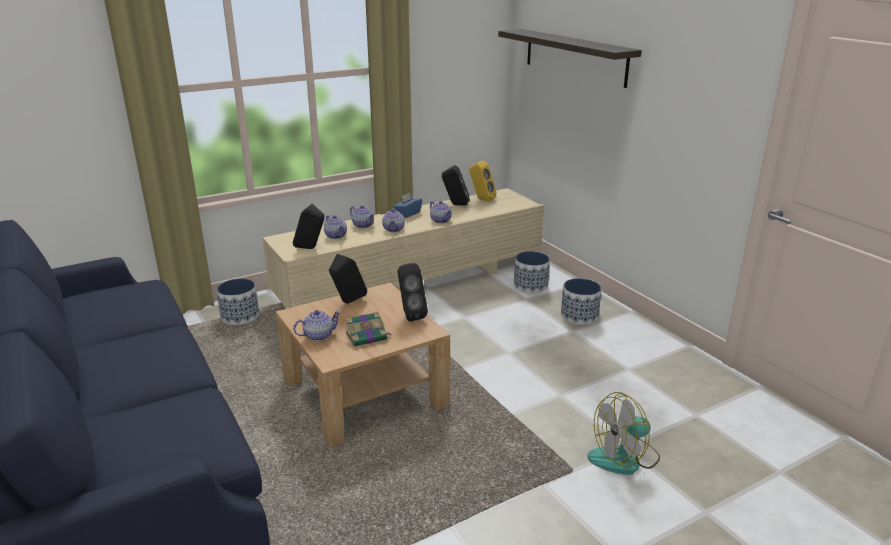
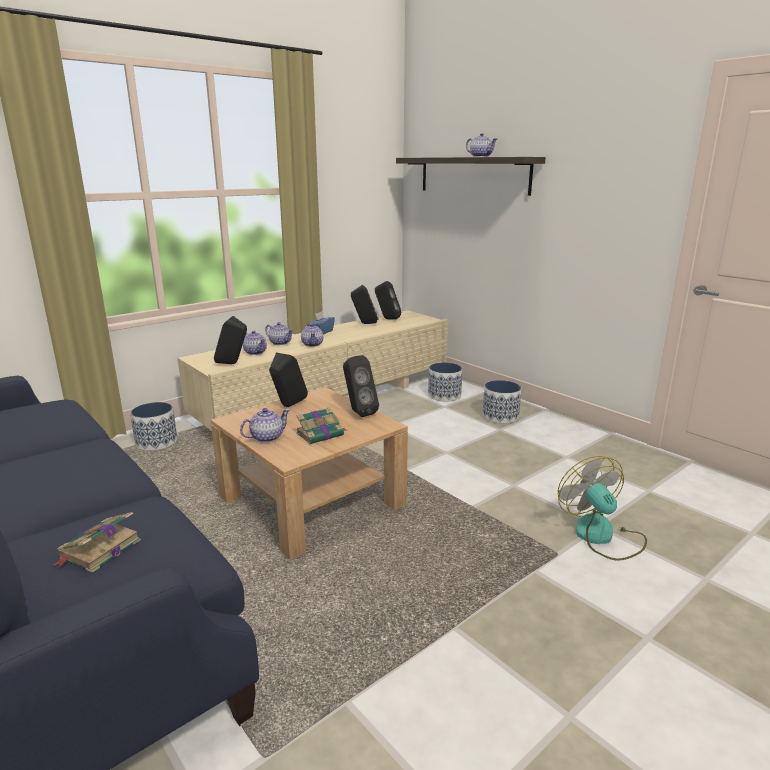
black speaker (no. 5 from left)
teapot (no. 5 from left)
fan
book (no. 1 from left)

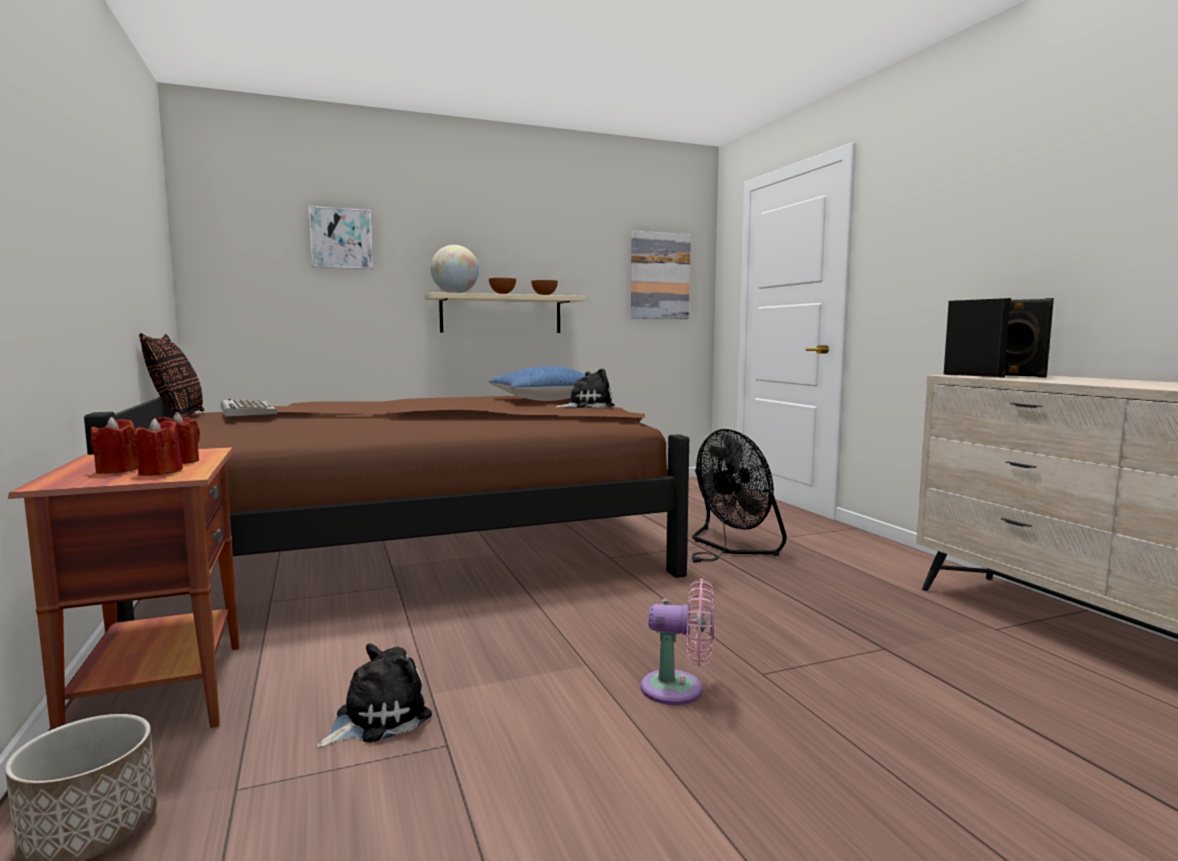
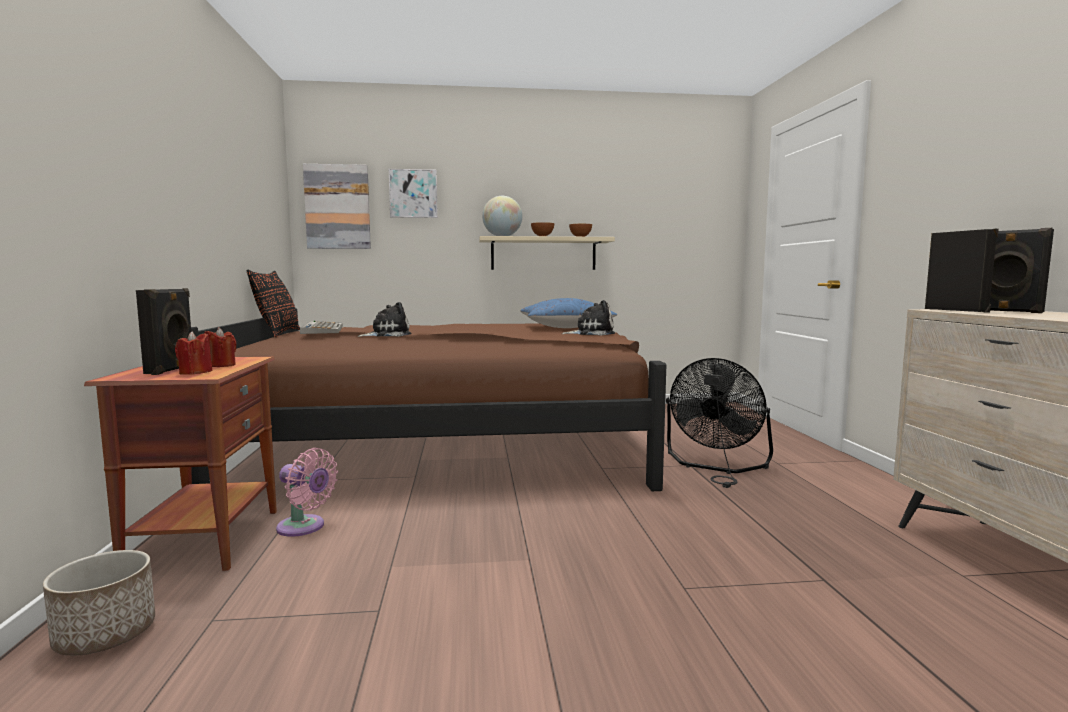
picture (no. 1 from left)
black speaker (no. 1 from left)
black fan
pink fan
plush toy (no. 1 from left)

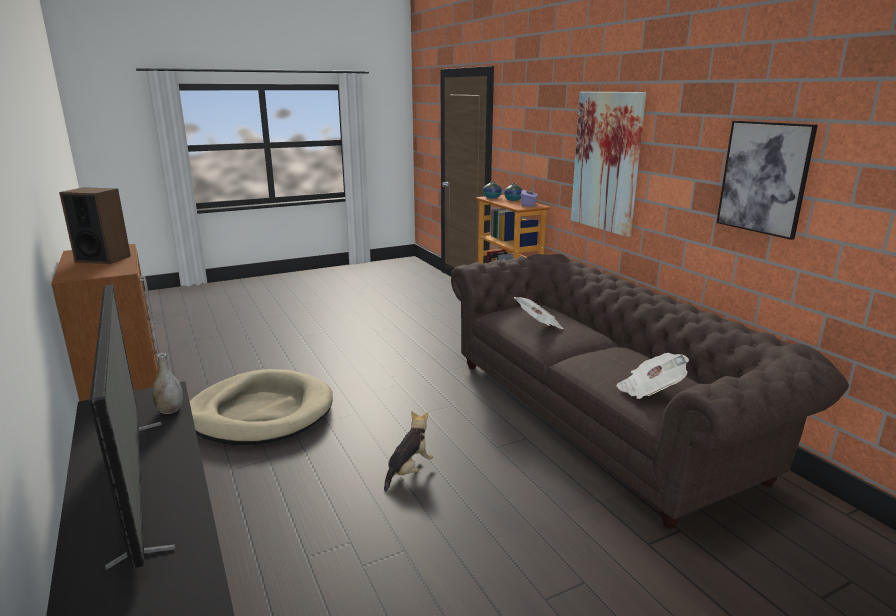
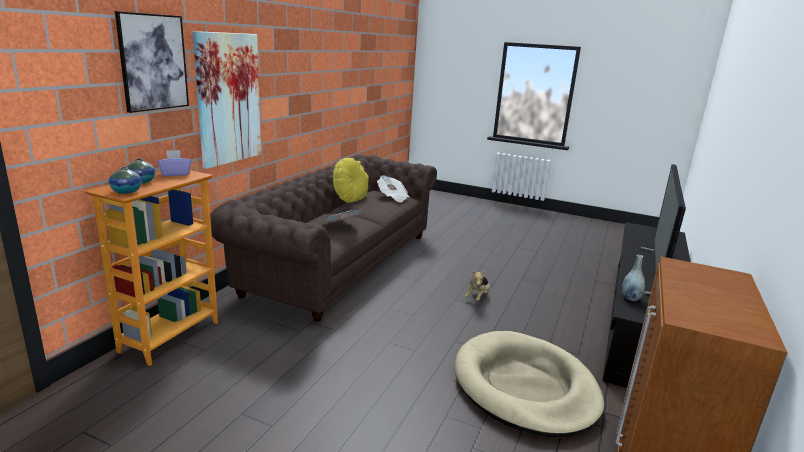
picture (no. 1 from left)
speaker
plush toy
yellow pillow

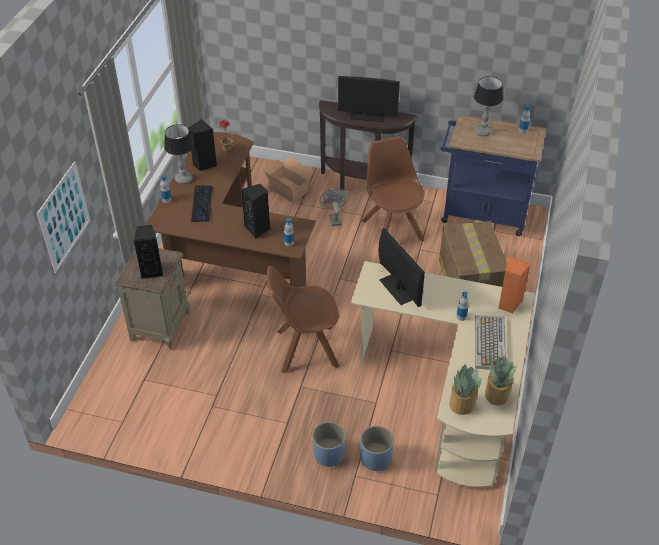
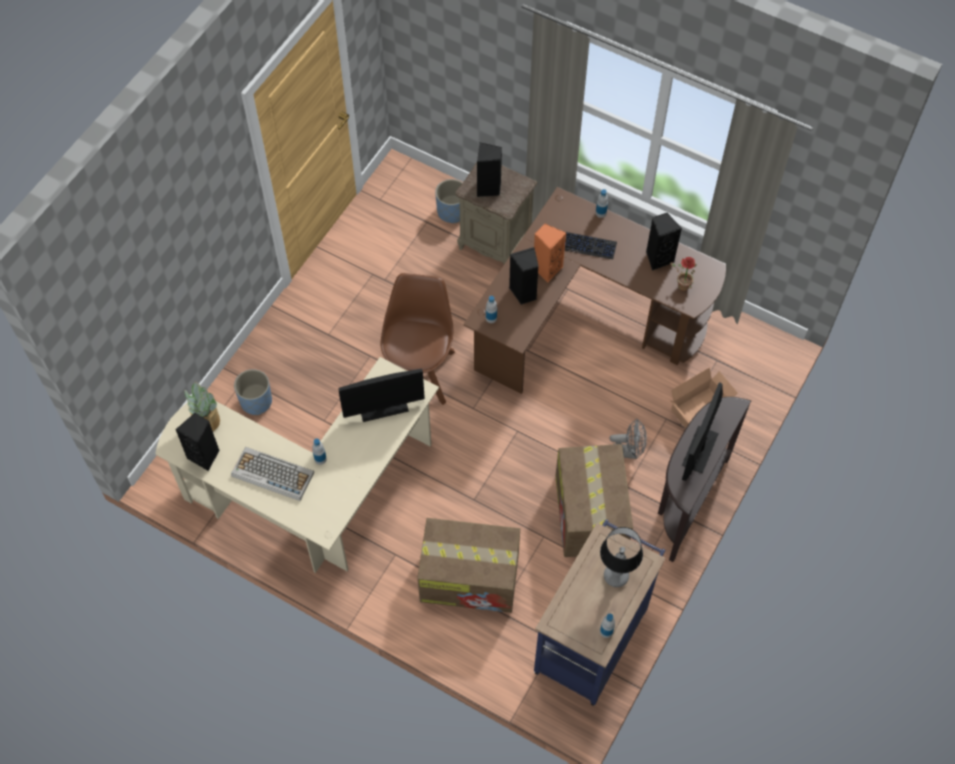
table lamp (no. 1 from left in the first image)
cardboard box (no. 2 from left)
picture
orange speaker
black speaker (no. 1 from left)
blue planter (no. 2 from left)

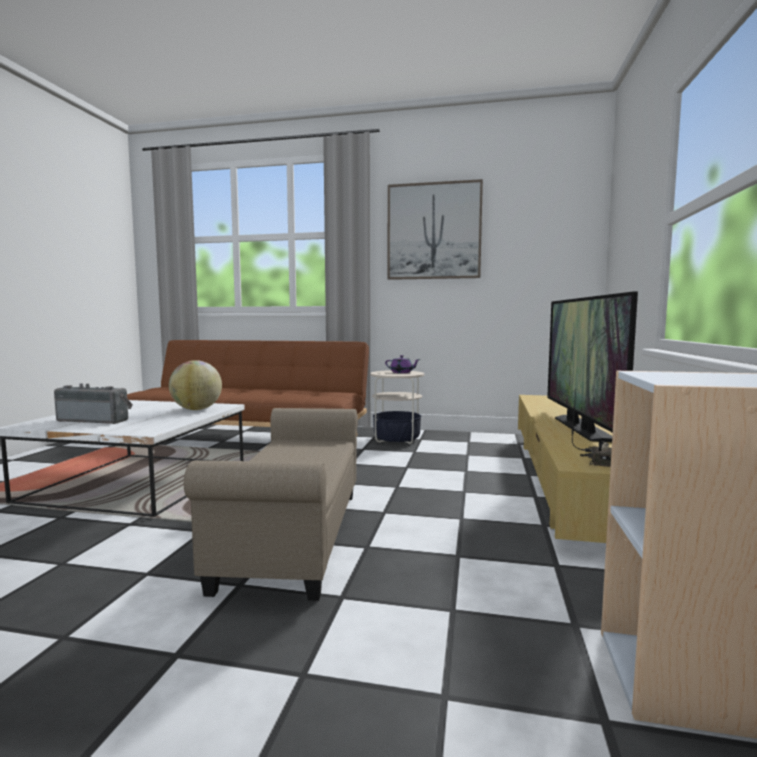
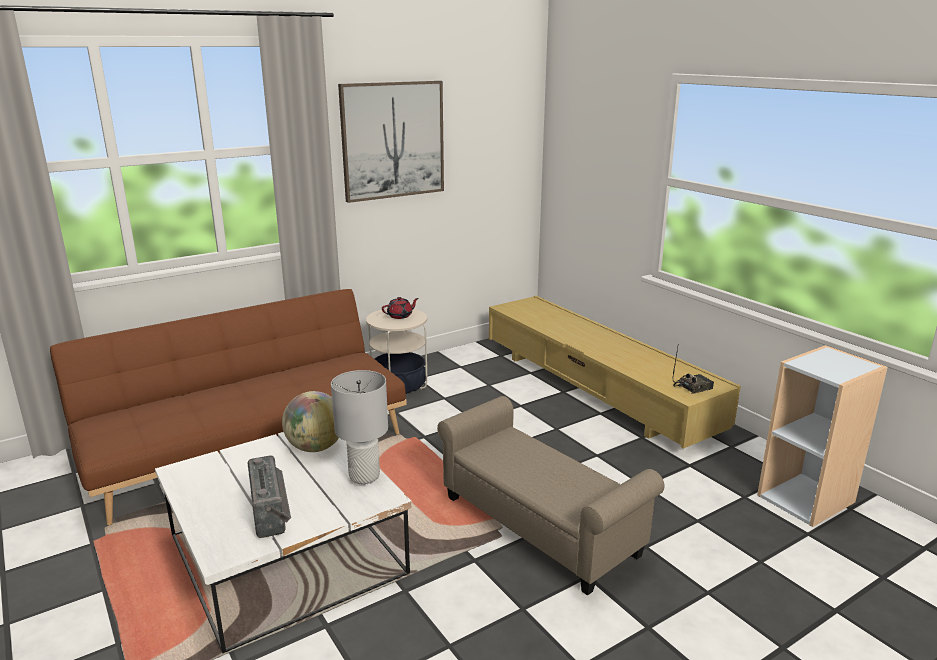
television
red teapot
radio (no. 1 from left)
grey table lamp

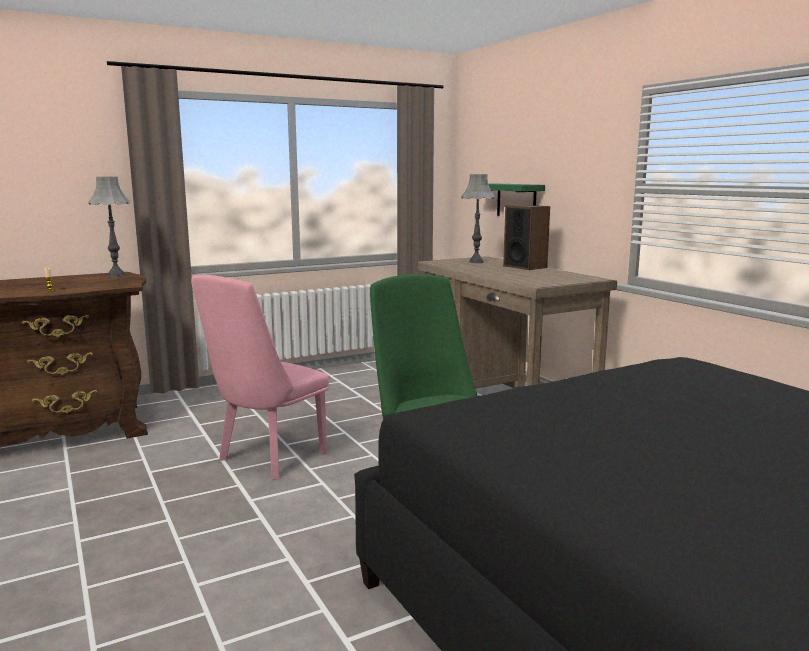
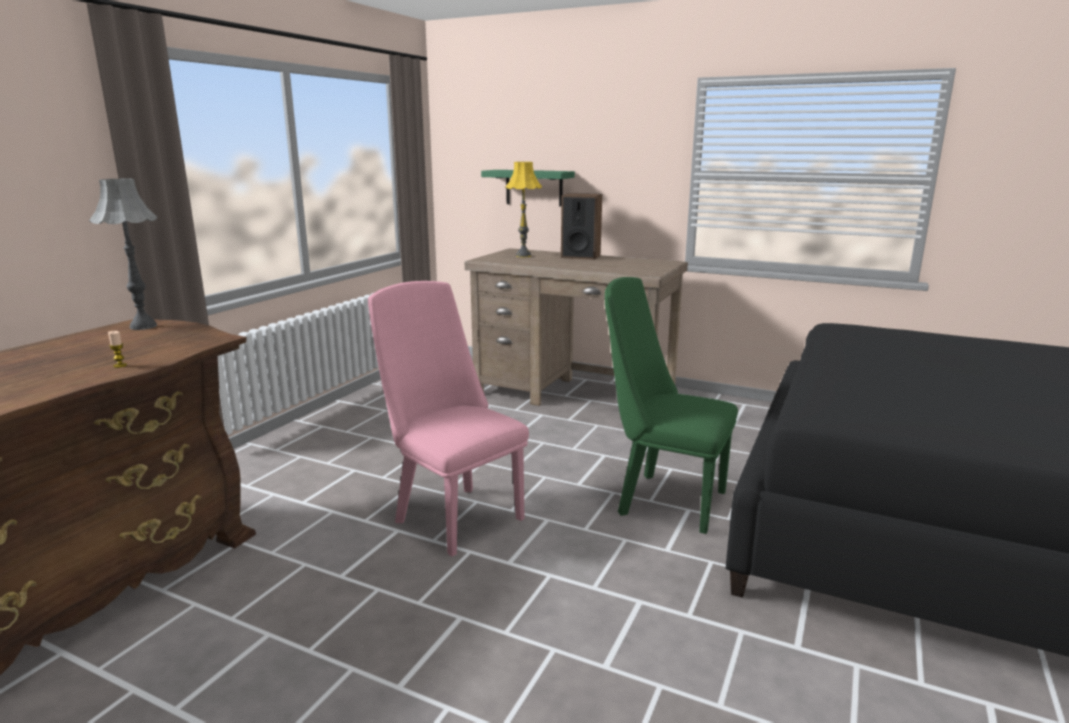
yellow table lamp
pink chair

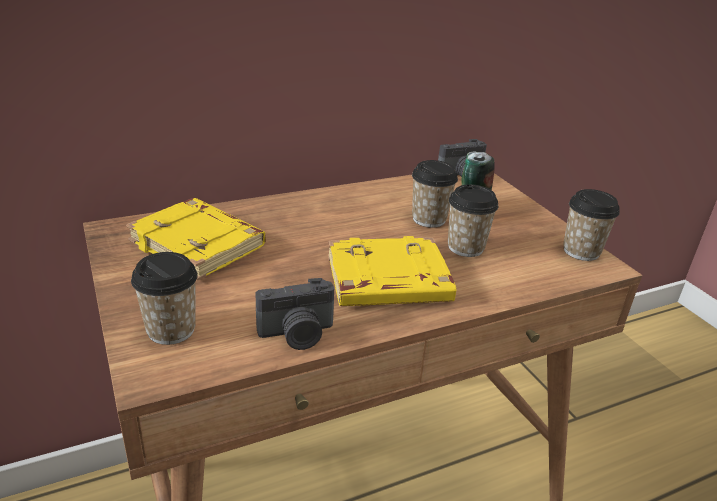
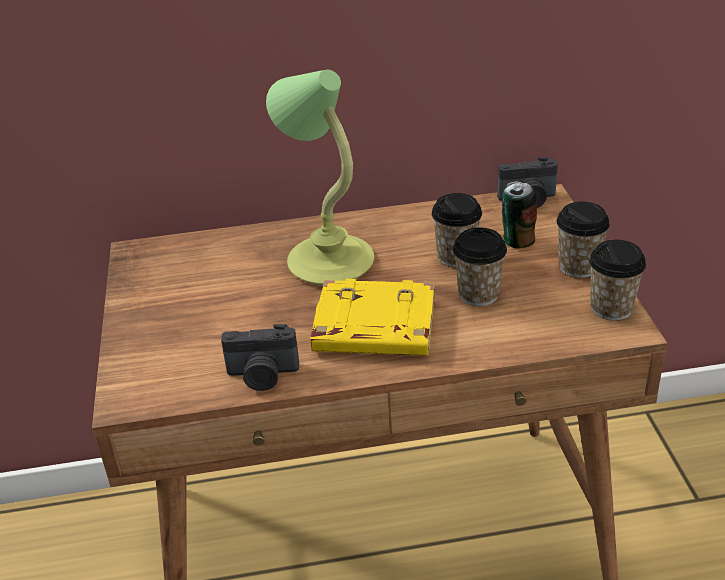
yellow book (no. 1 from left in the first image)
cup (no. 3 from left)
table lamp

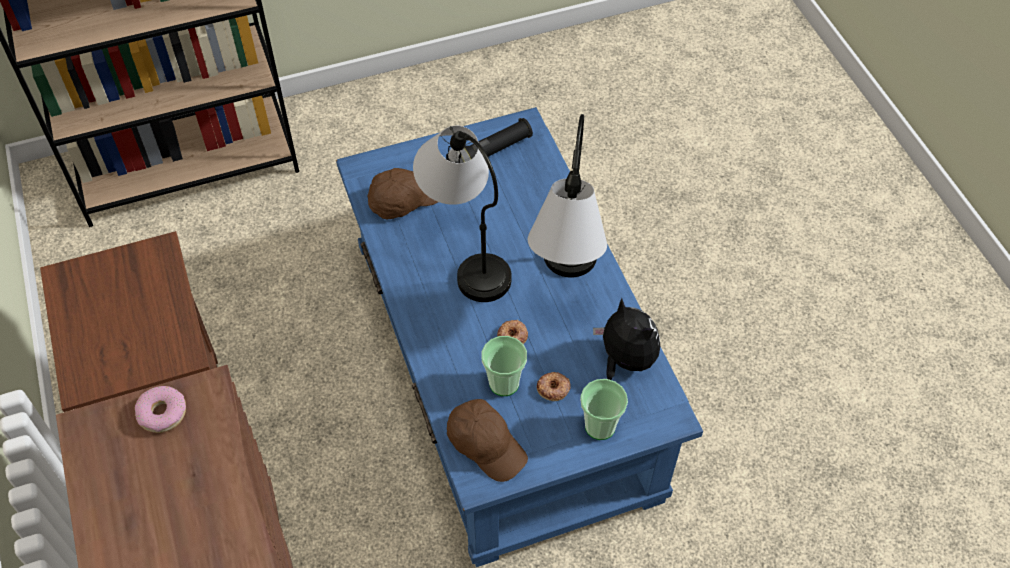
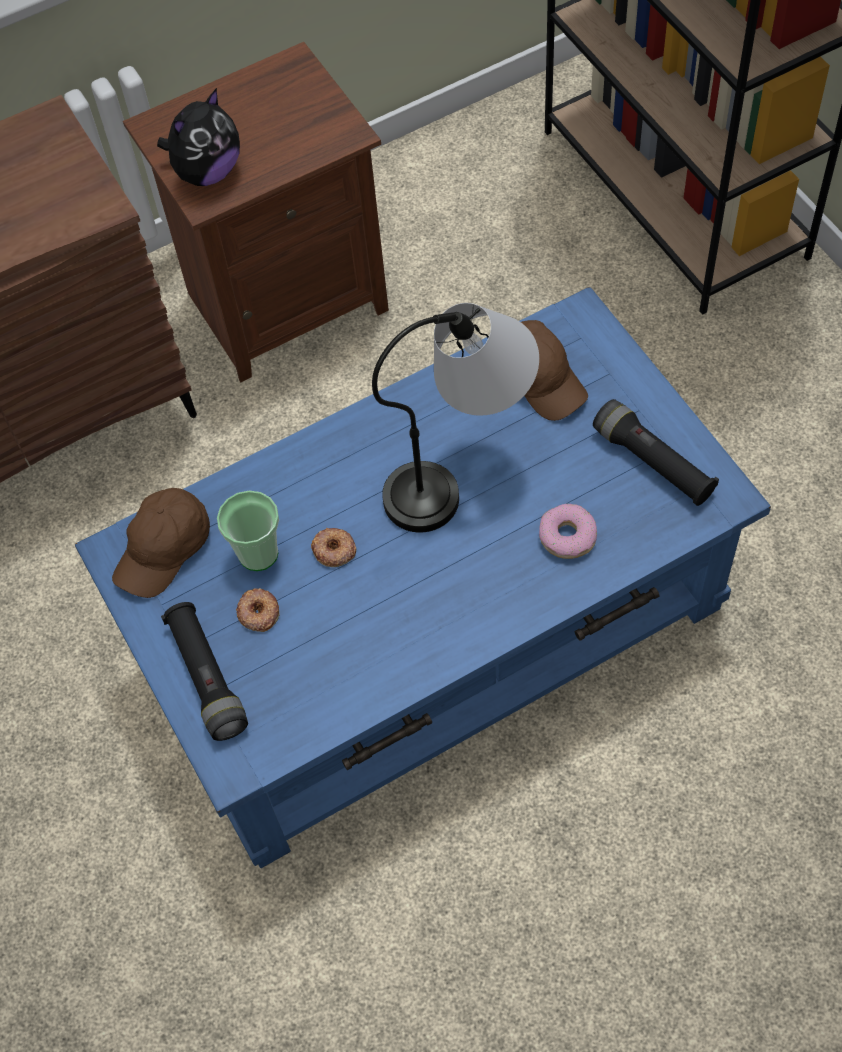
table lamp (no. 2 from left in the first image)
plush toy
black flashlight (no. 1 from left)
donut (no. 3 from left)

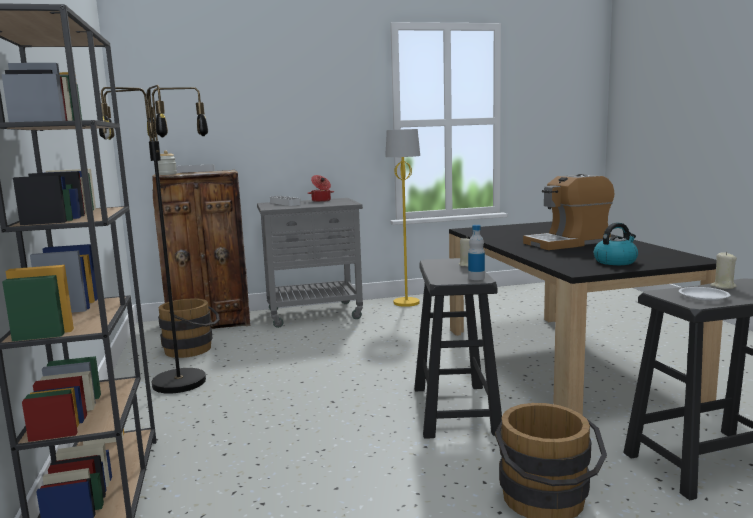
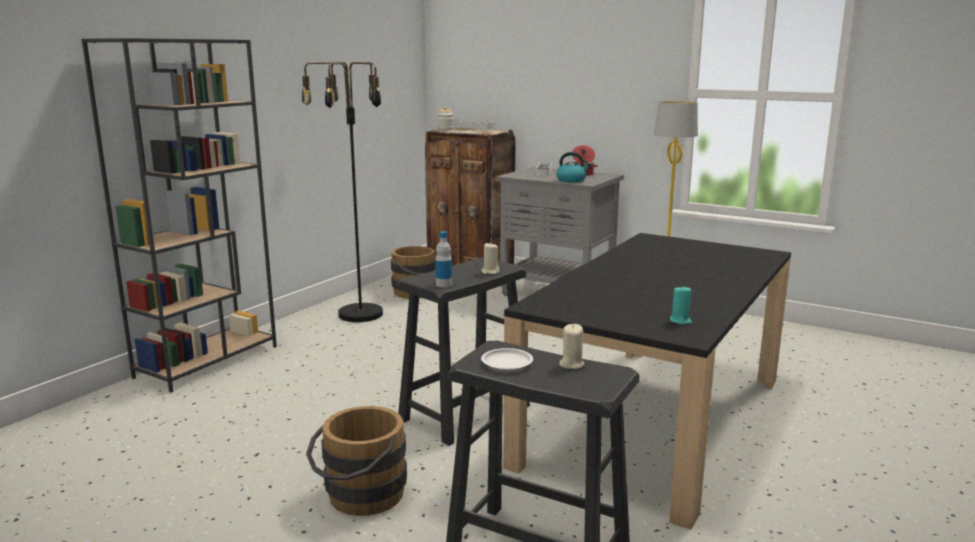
coffee machine
kettle
turquoise candle

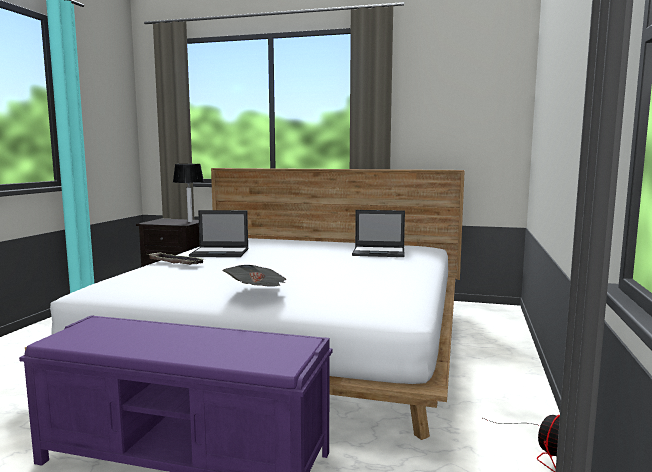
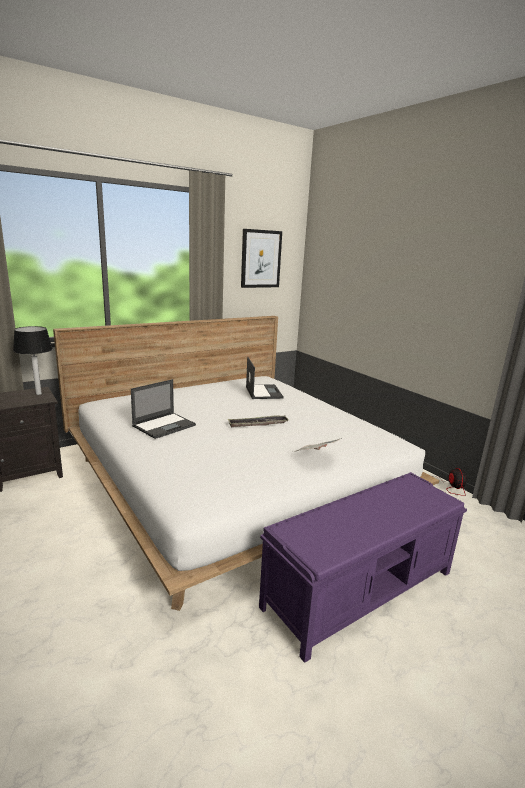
laptop (no. 2 from left)
tray
picture

